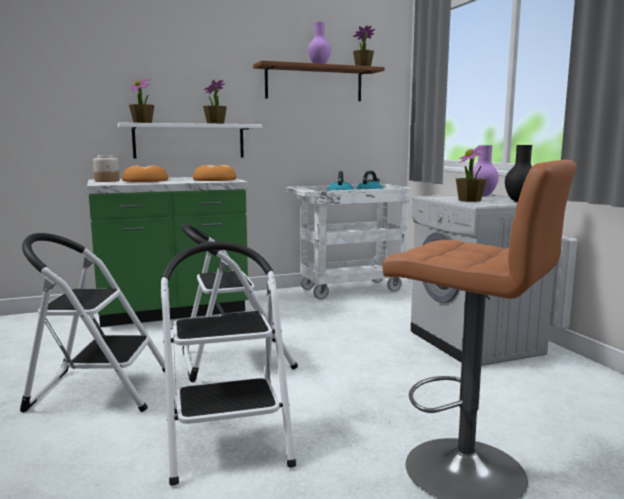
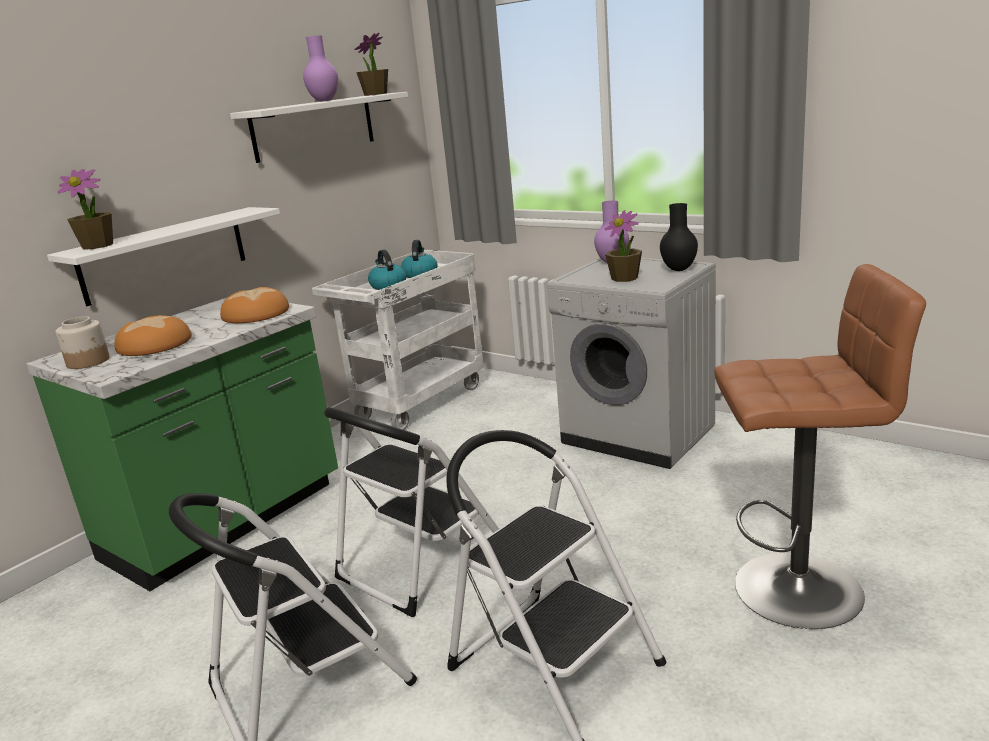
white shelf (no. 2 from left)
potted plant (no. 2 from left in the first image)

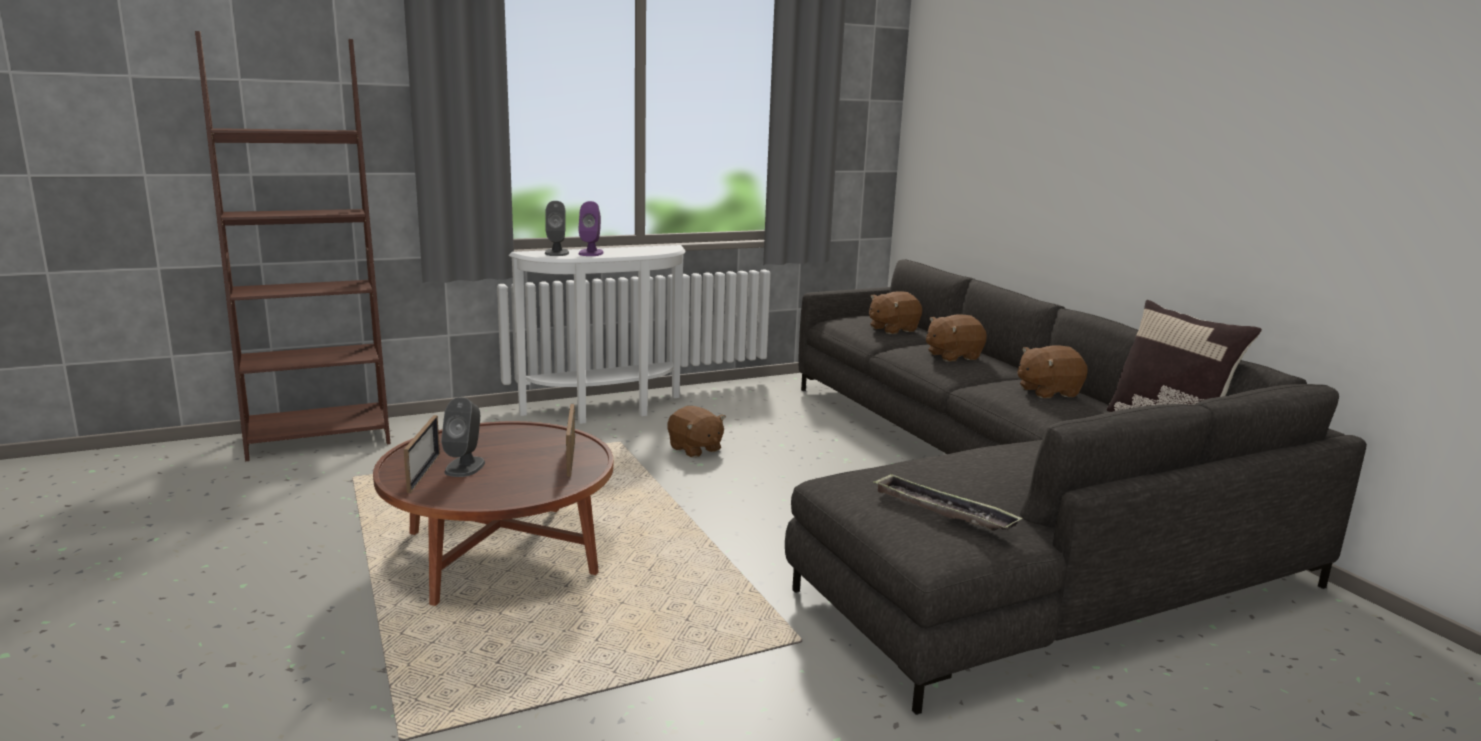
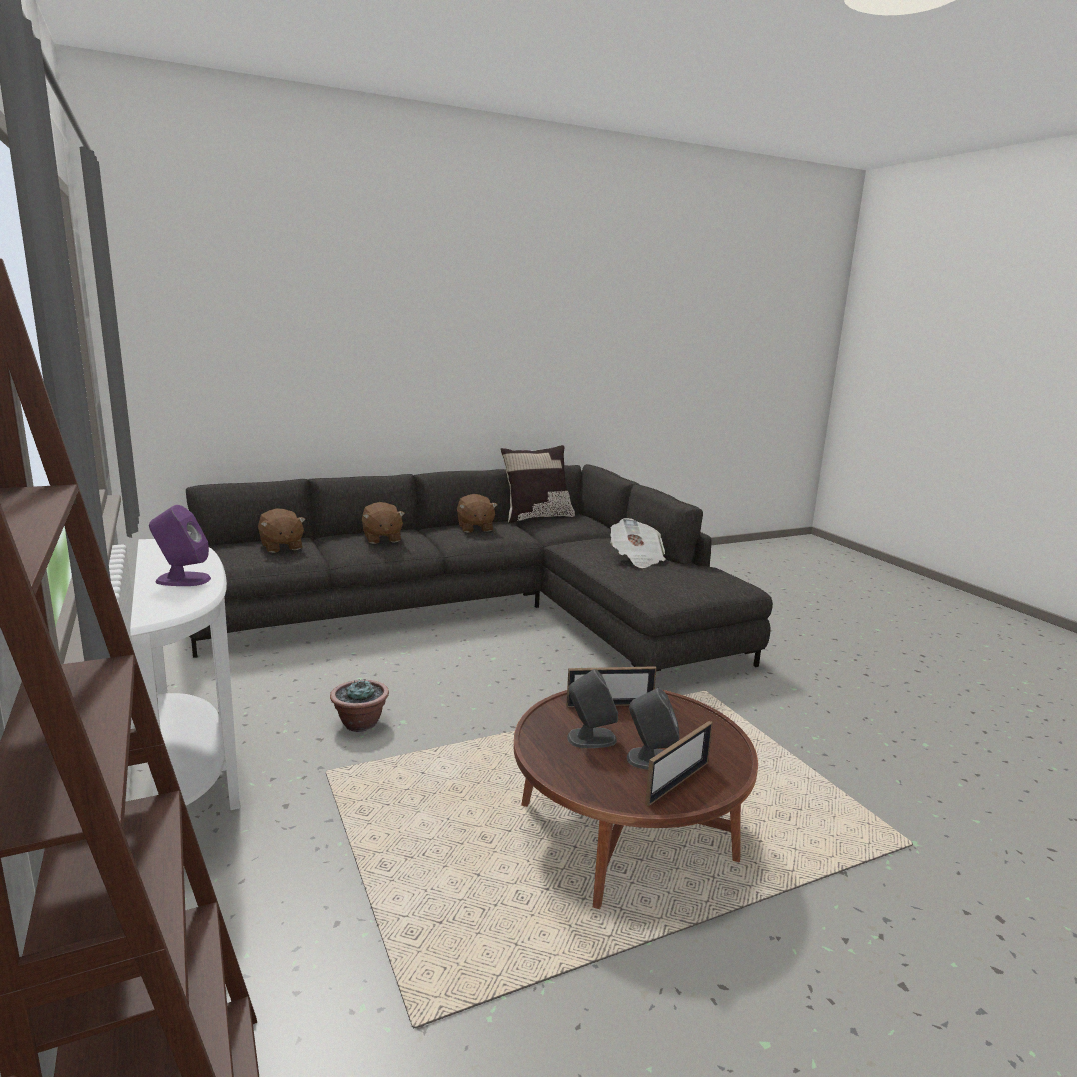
grey speaker (no. 1 from left)
potted plant
picture frame (no. 2 from left)
tray
newspaper

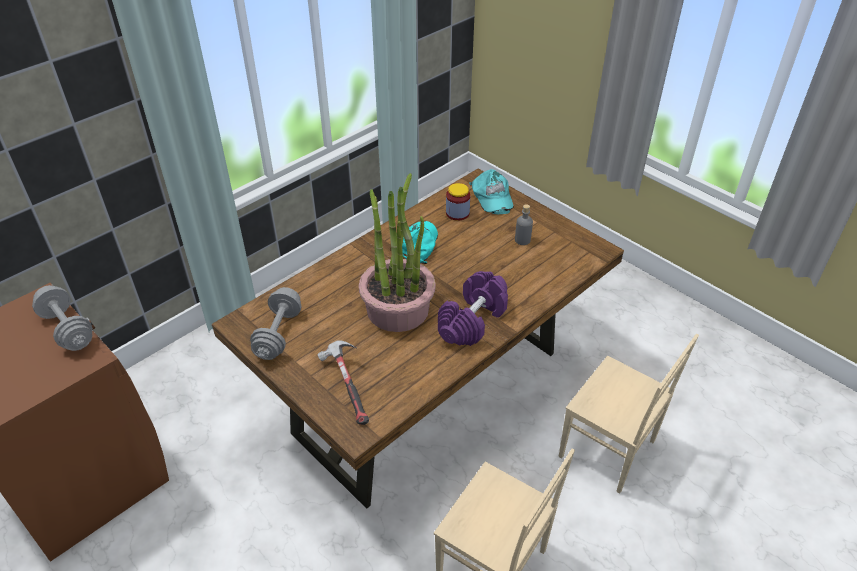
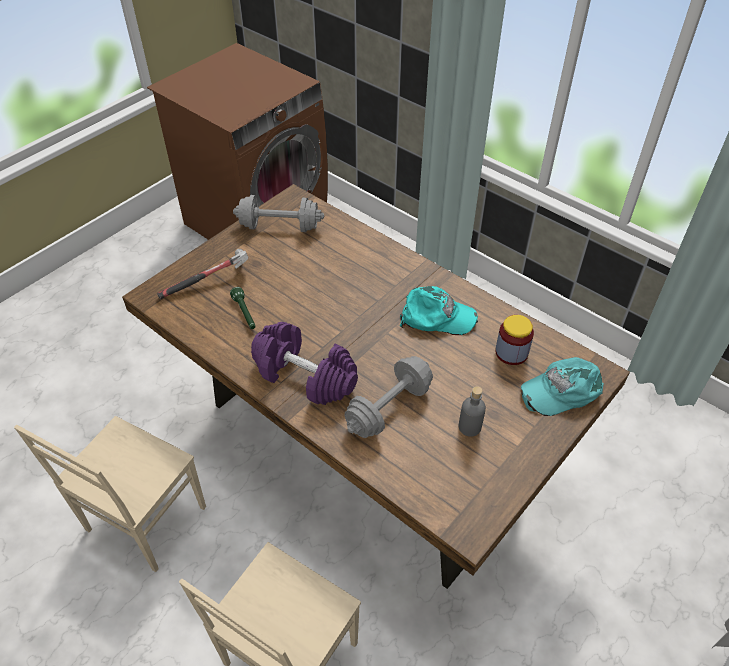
potted plant
grey dumbbell (no. 2 from left)
green flashlight

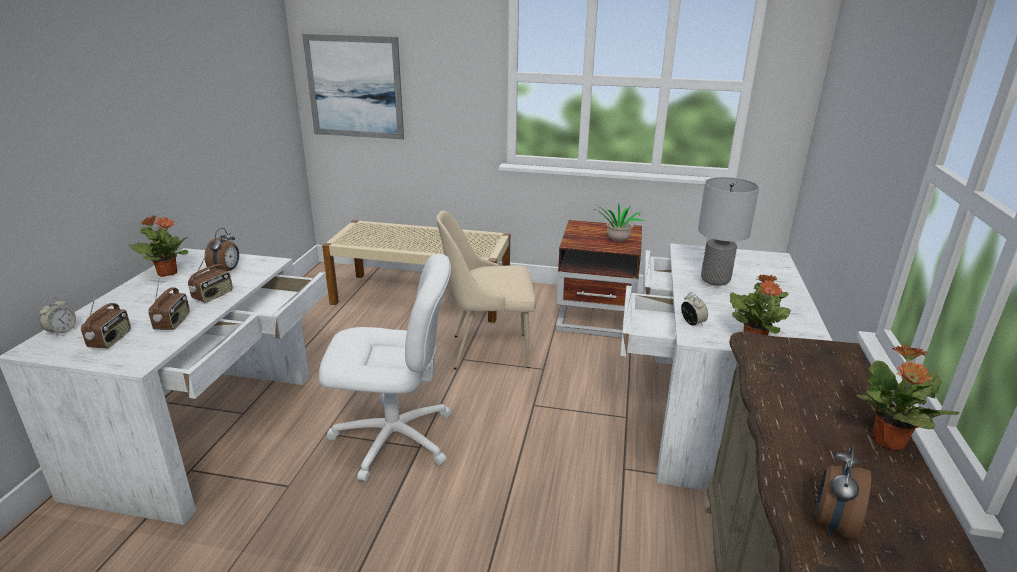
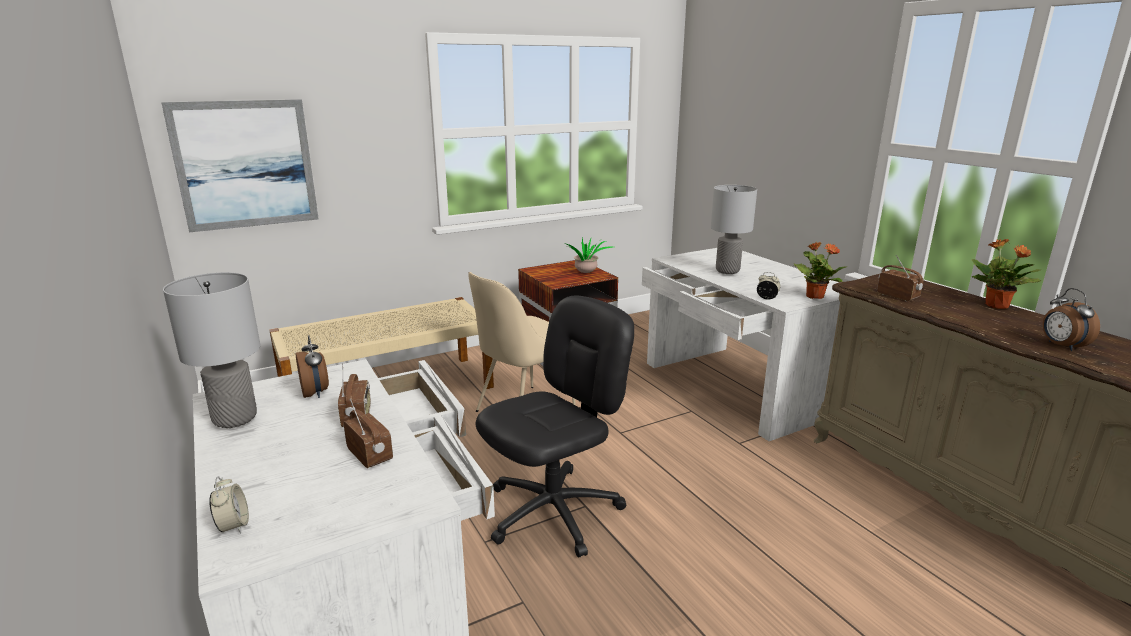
grey table lamp (no. 1 from left)
black office chair
radio (no. 3 from left)

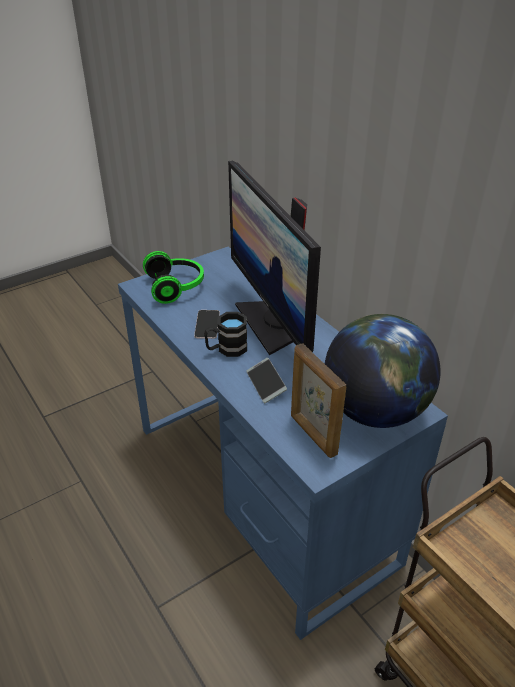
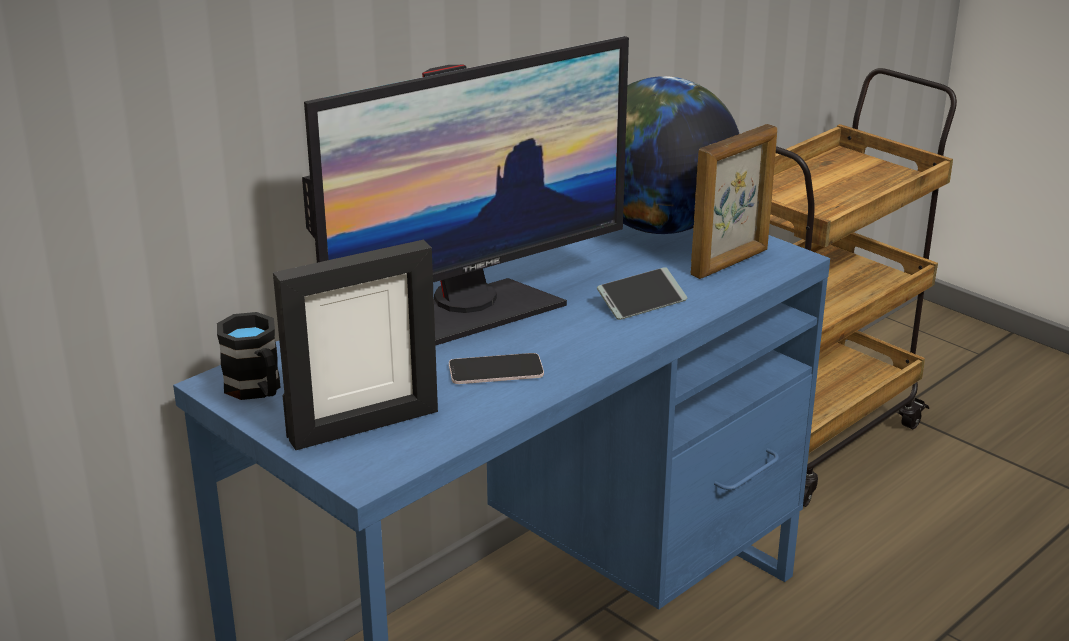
picture frame (no. 1 from left)
black mug

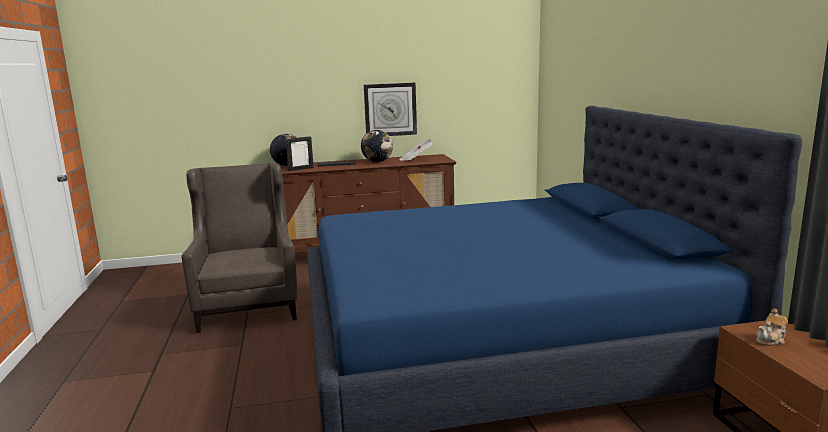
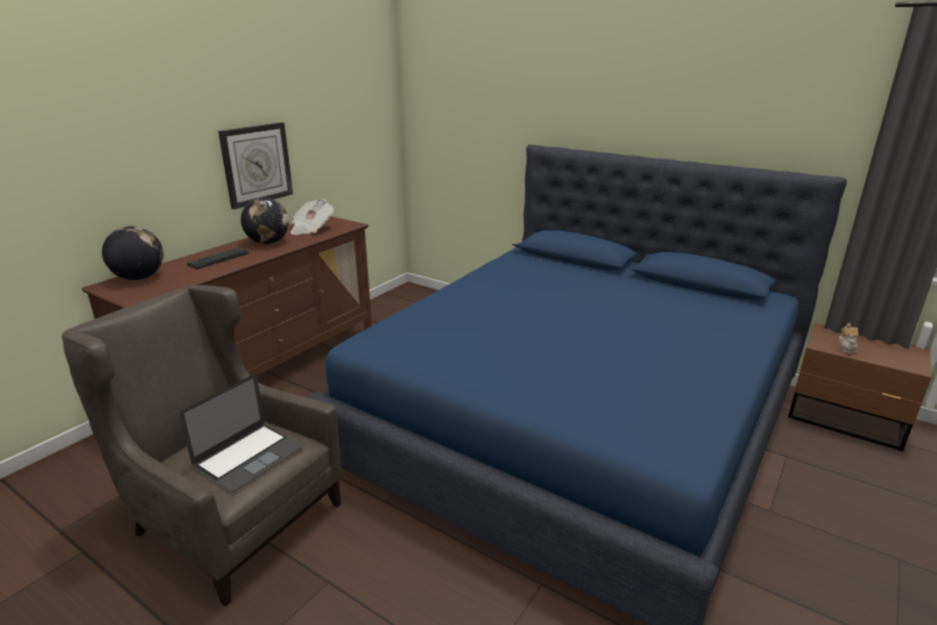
picture frame
laptop

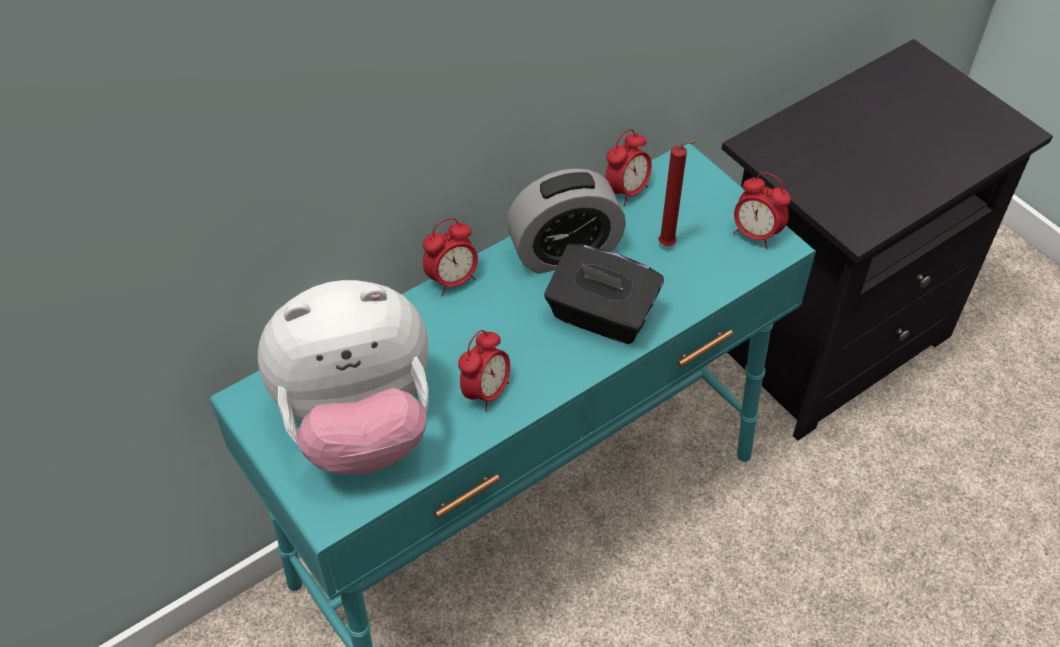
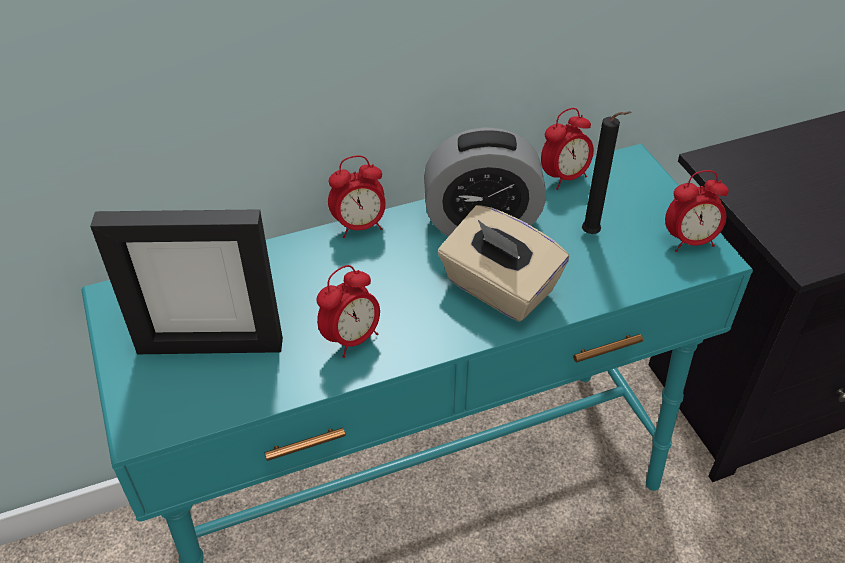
black candle
alarm clock (no. 5 from left)
beige tissue box
picture frame

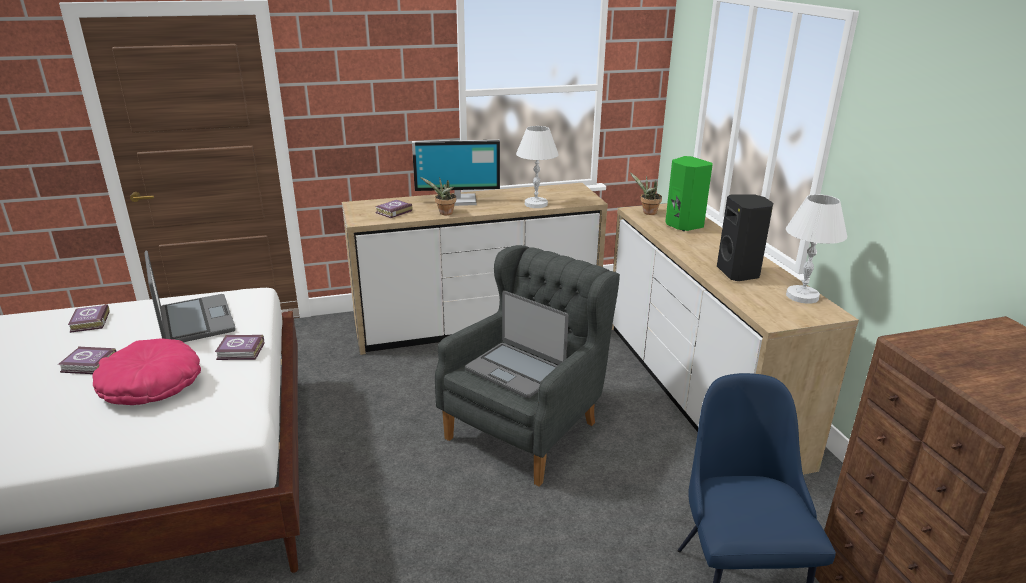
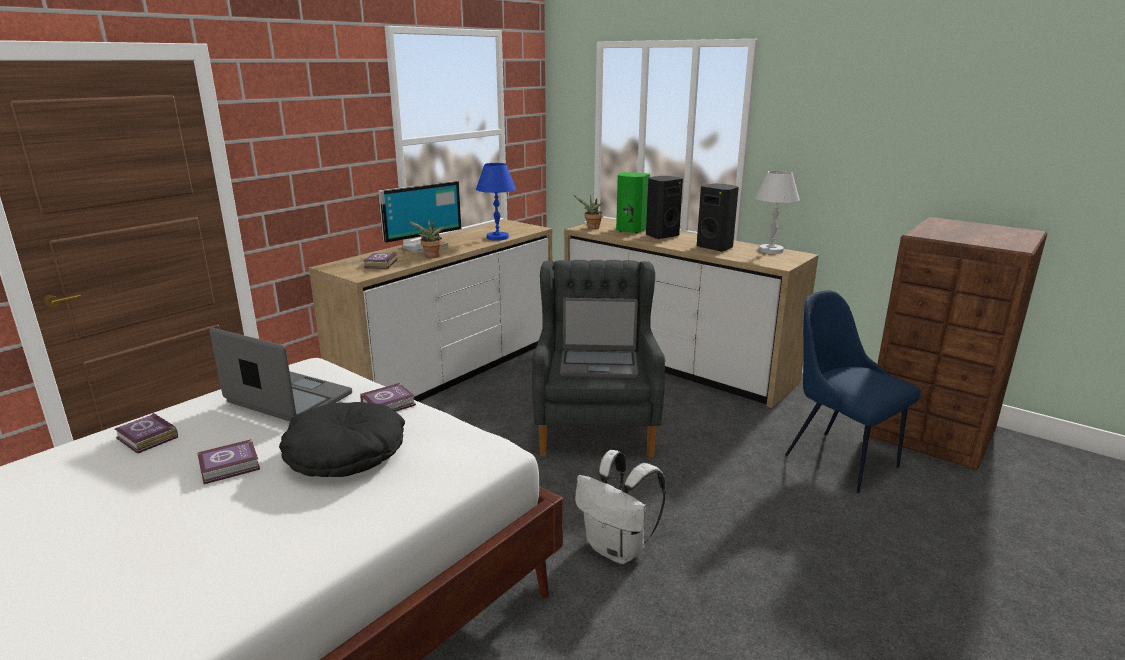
blue table lamp
black pillow
black speaker (no. 1 from left)
white backpack

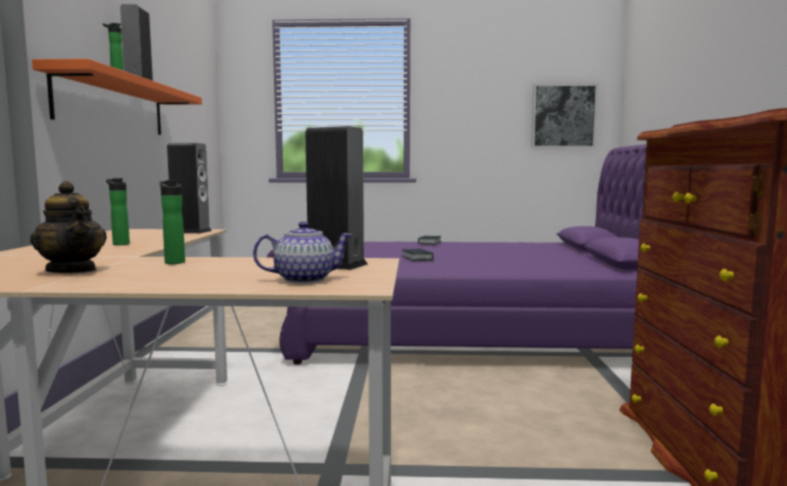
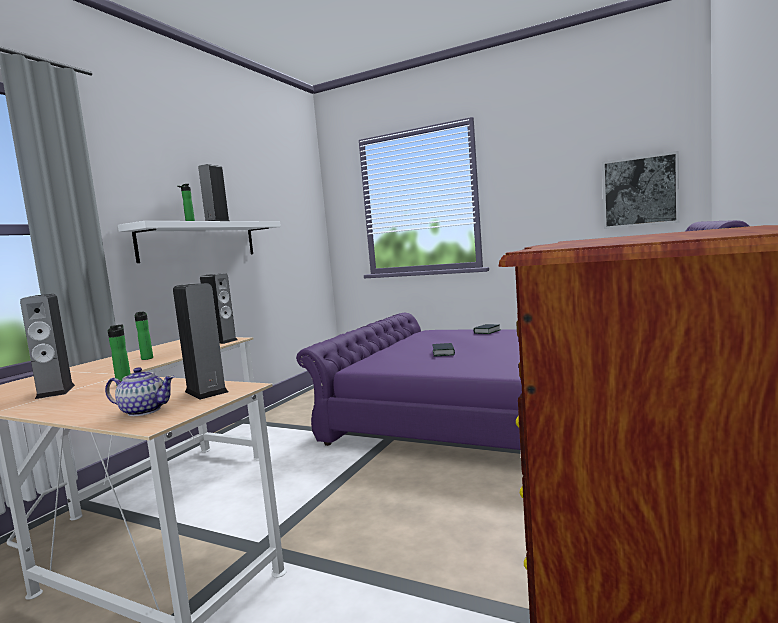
white shelf
speaker (no. 1 from left)

